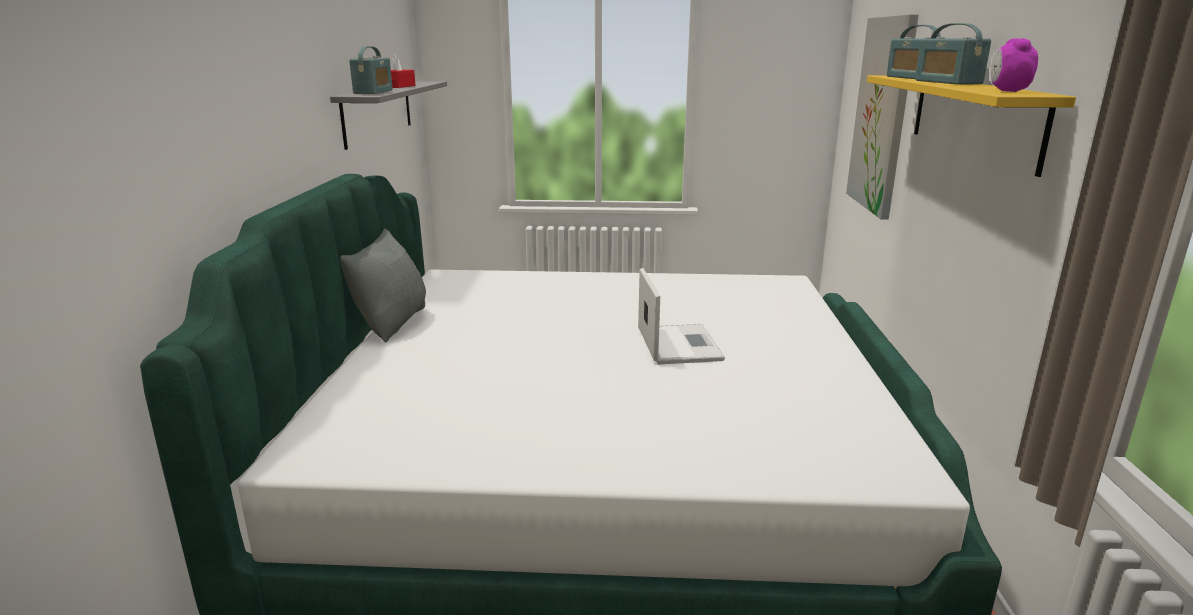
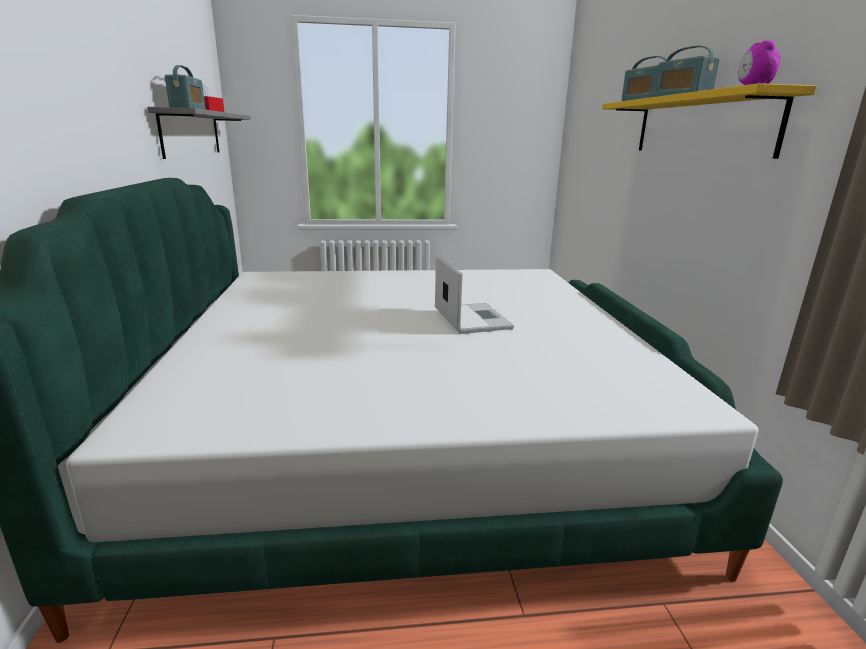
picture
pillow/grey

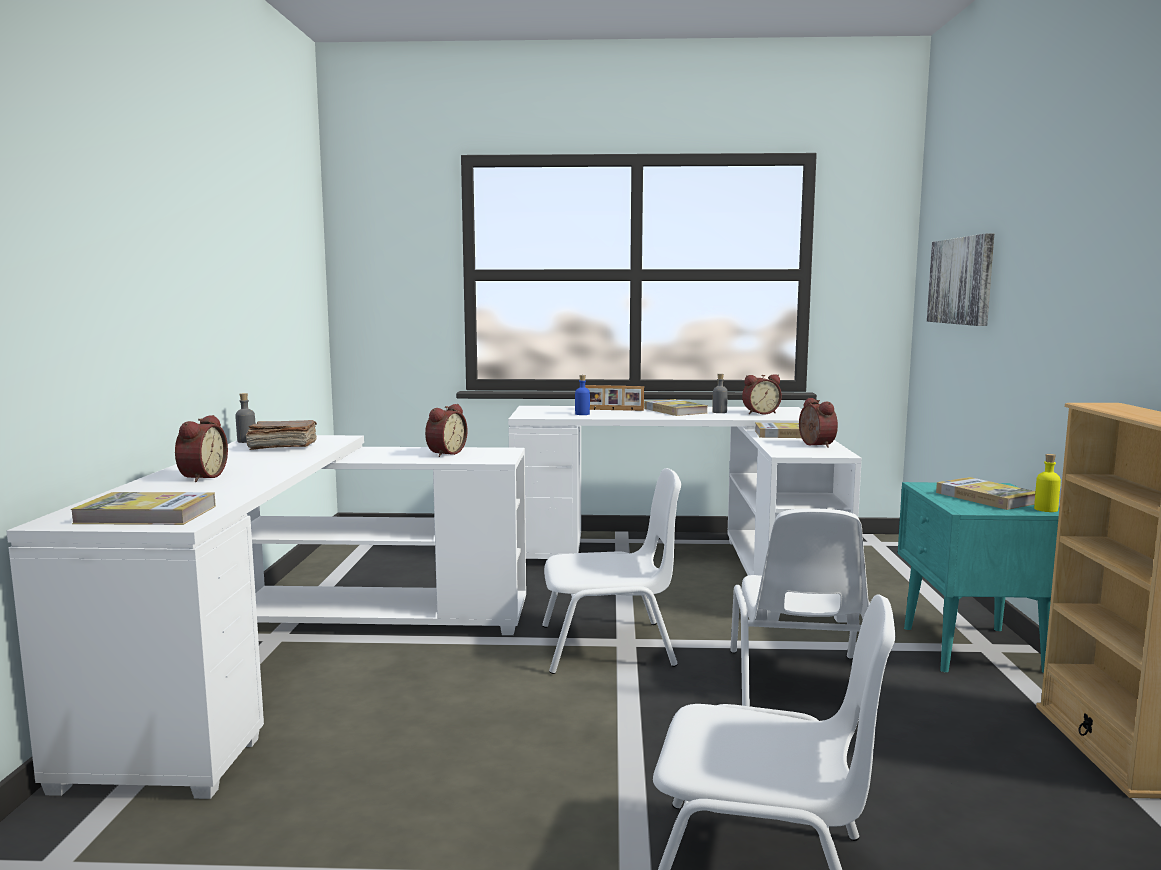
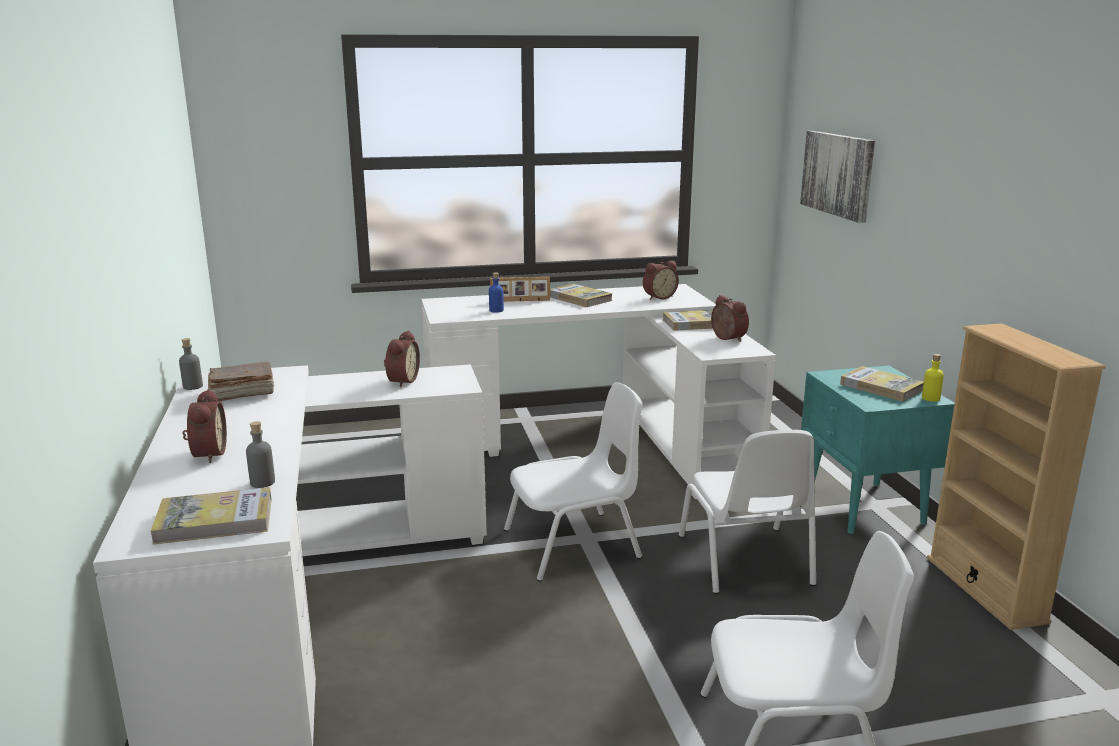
bottle/grey (no. 2 from left)

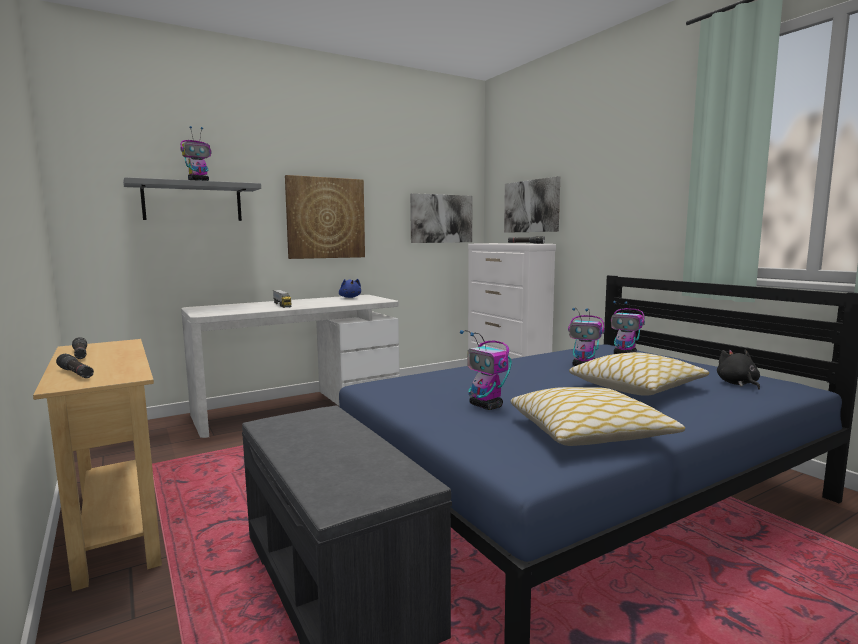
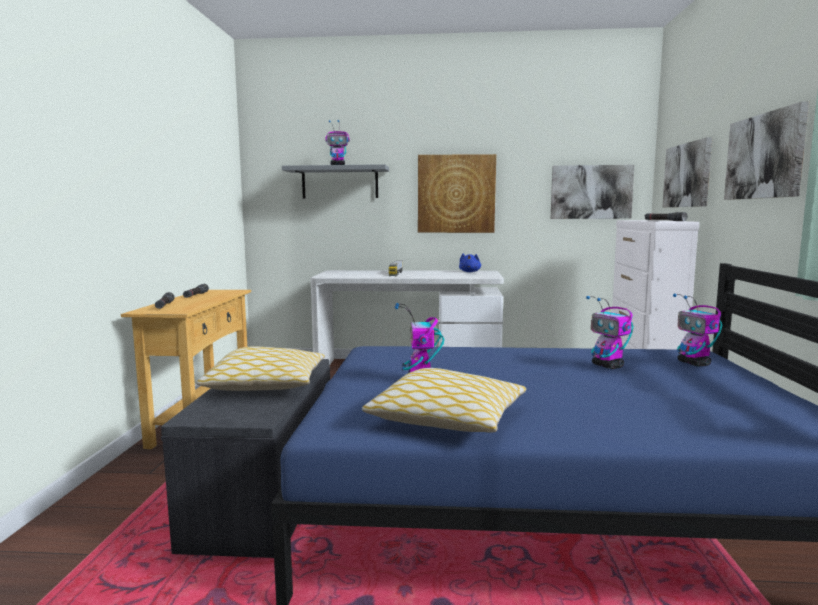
plush toy/black
pillow (no. 1 from left)
picture (no. 4 from left)

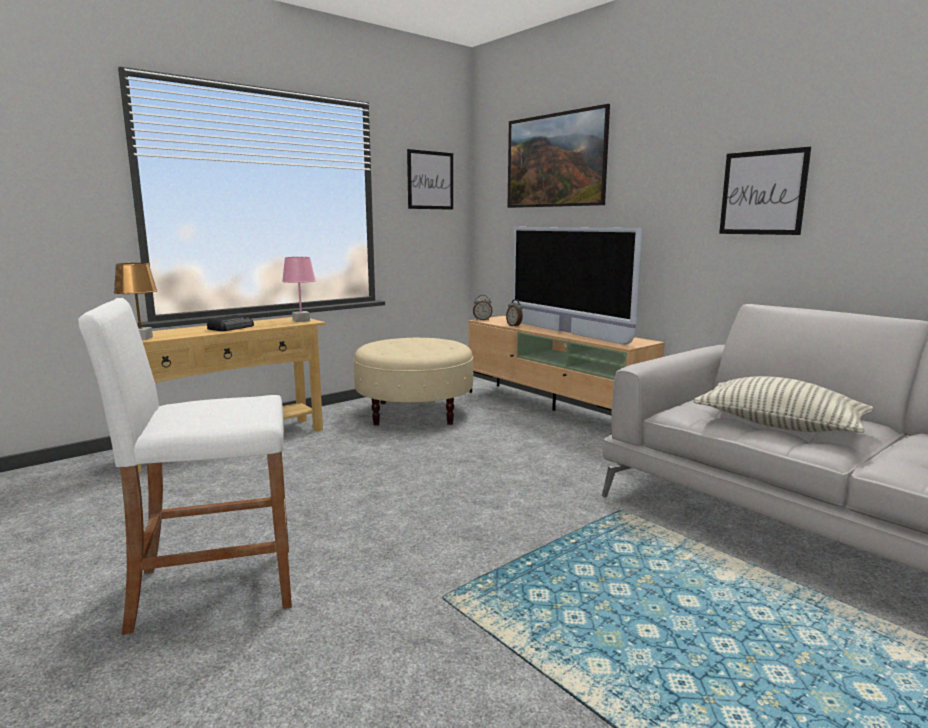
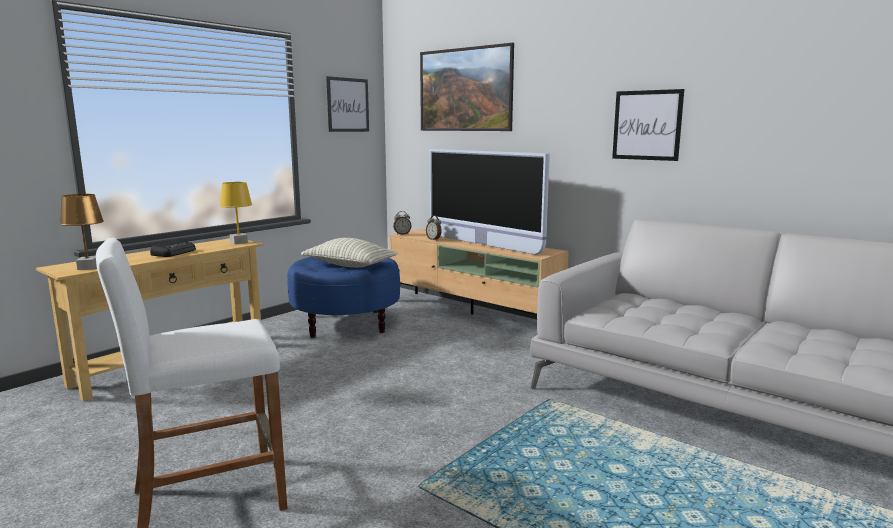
table lamp/yellow
ottoman/blue
pillow

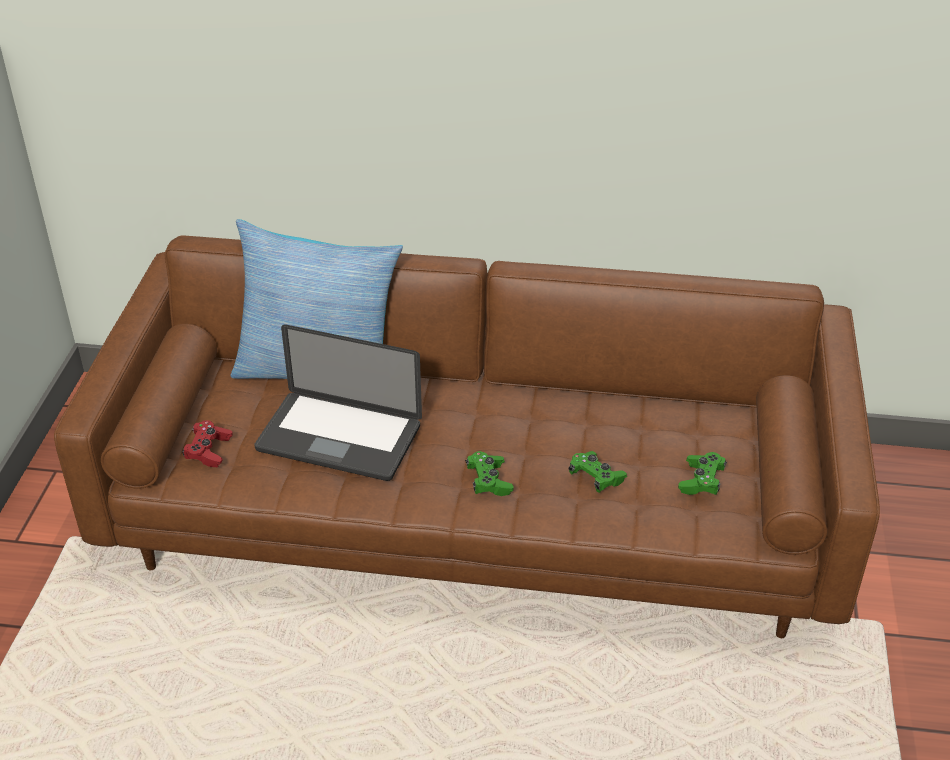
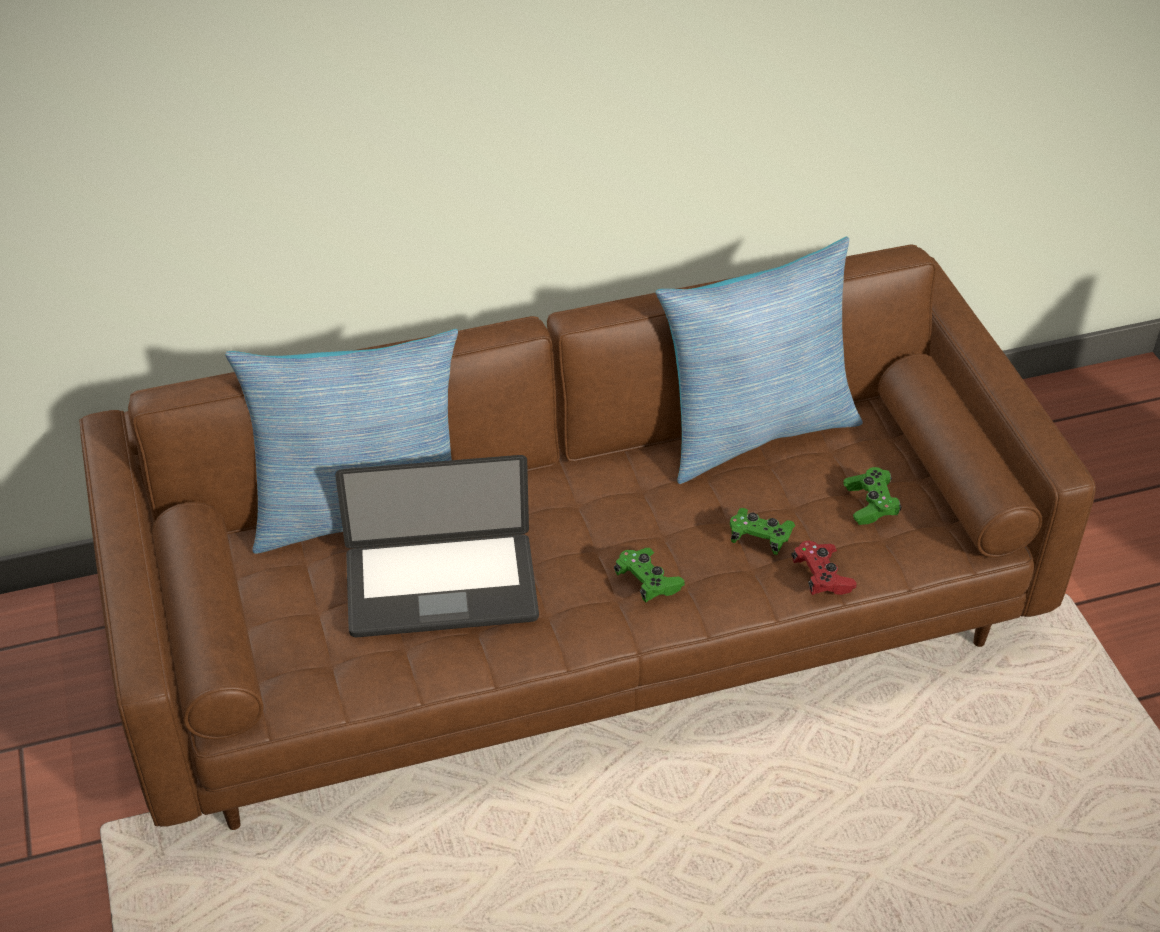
game controller/red
pillow (no. 2 from left)

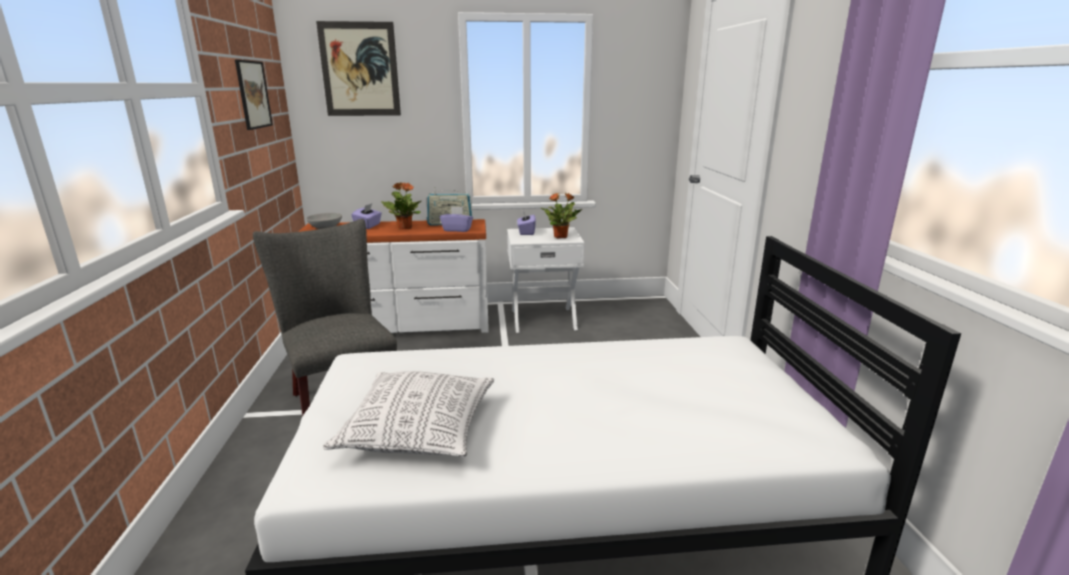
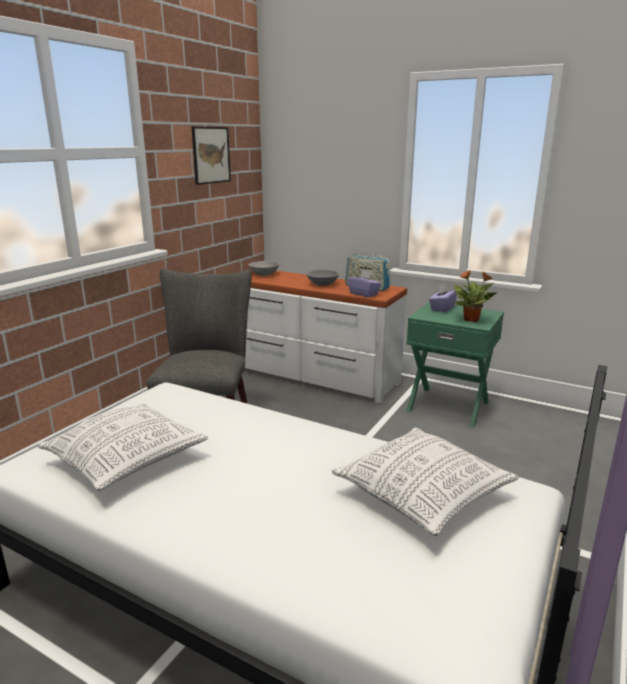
picture (no. 2 from left in the first image)
bowl/grey (no. 2 from left)
tissue box/purple (no. 1 from left in the first image)
nightstand/green
pillow (no. 2 from left)

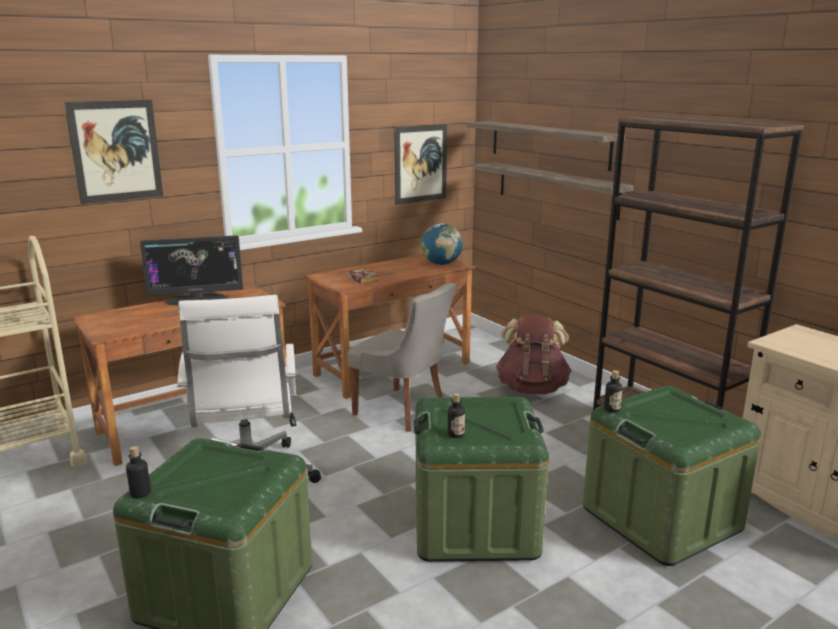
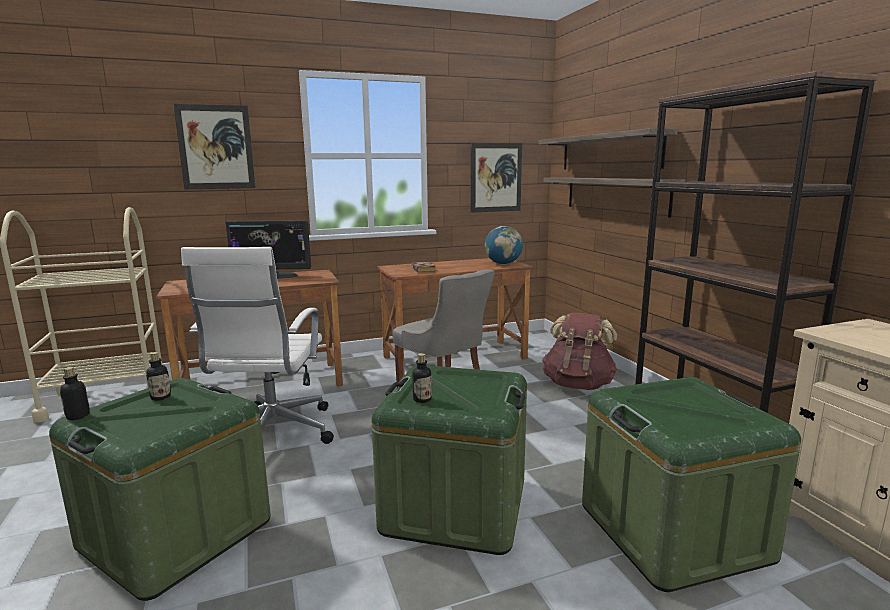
bottle (no. 2 from left)

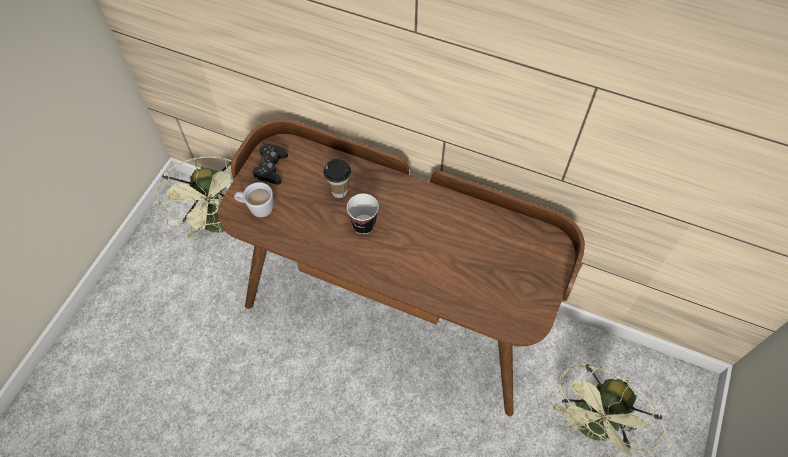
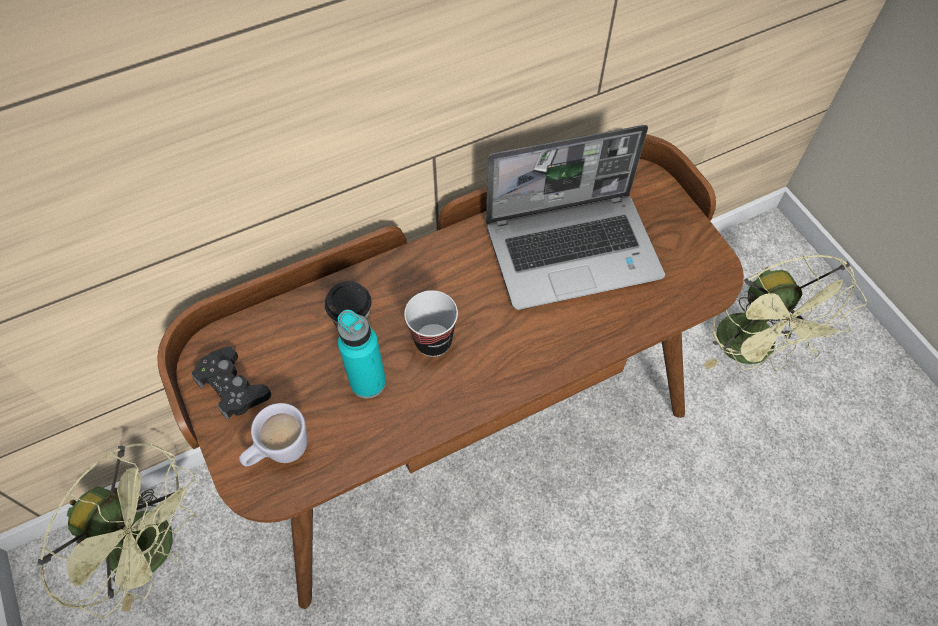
laptop
bottle/turquoise

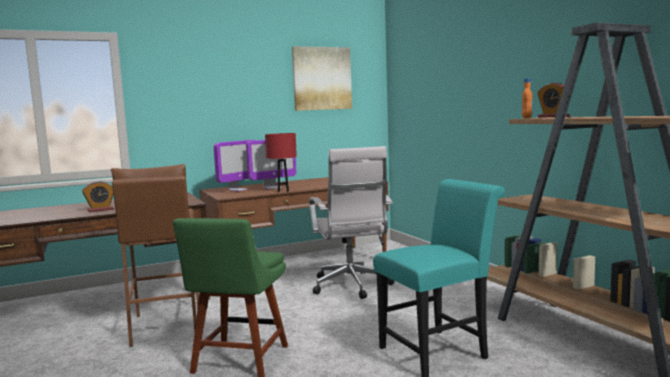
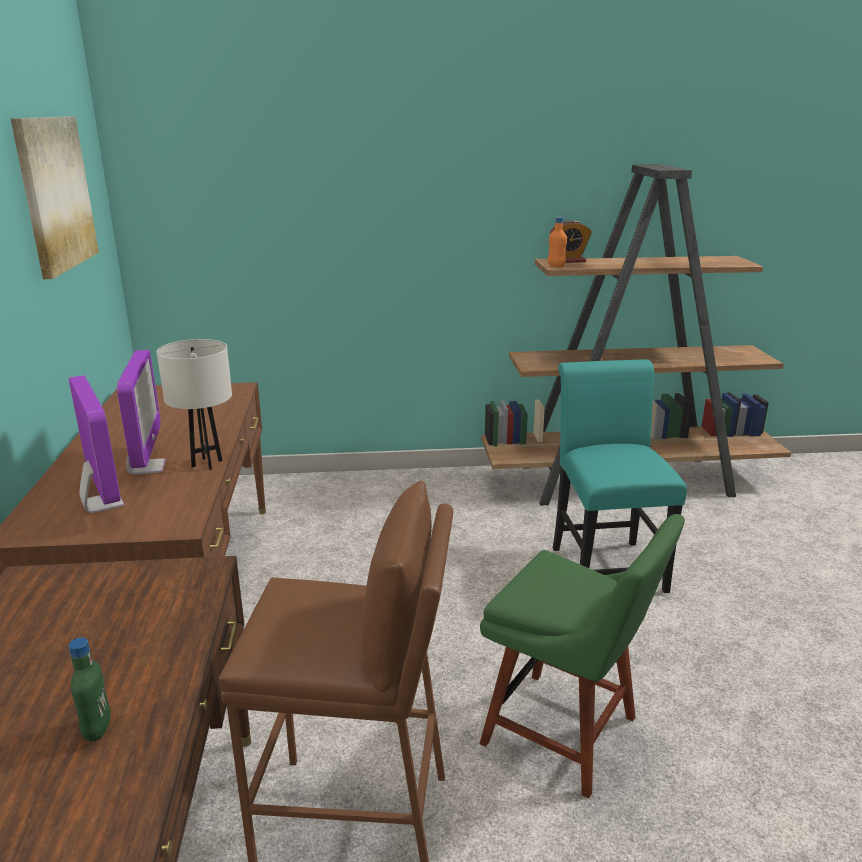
table lamp/white
office chair/white
bottle/green

